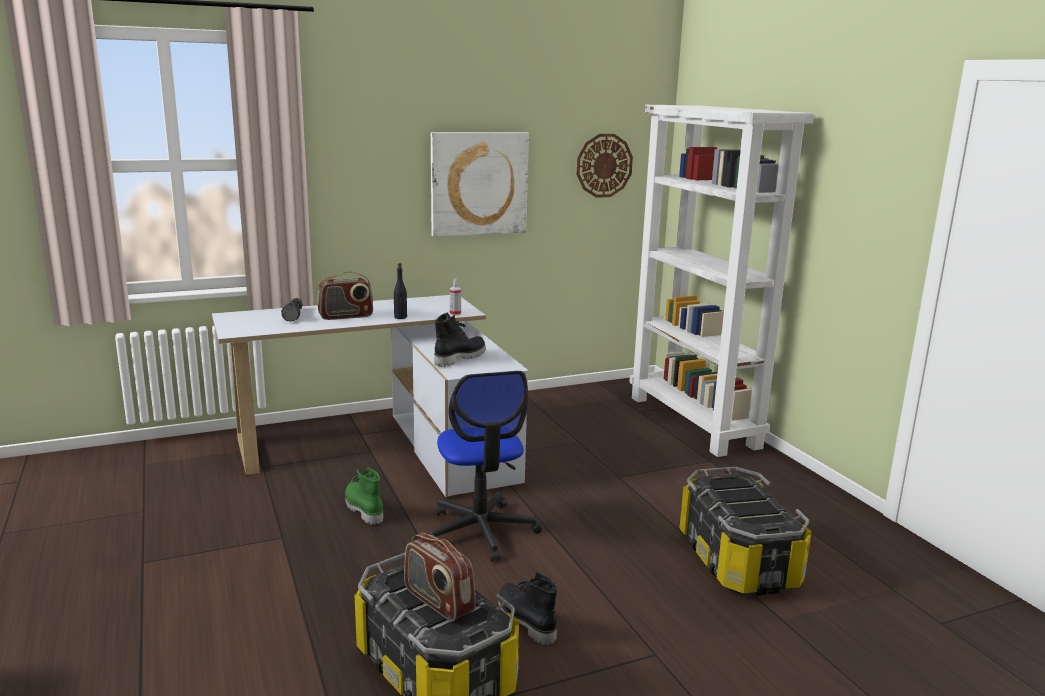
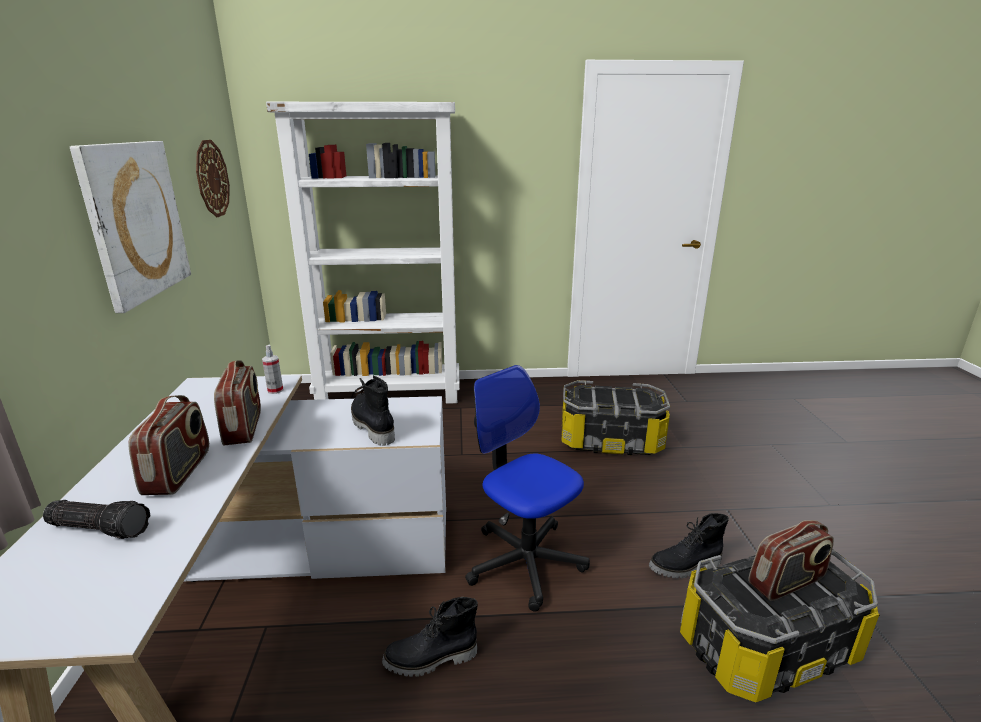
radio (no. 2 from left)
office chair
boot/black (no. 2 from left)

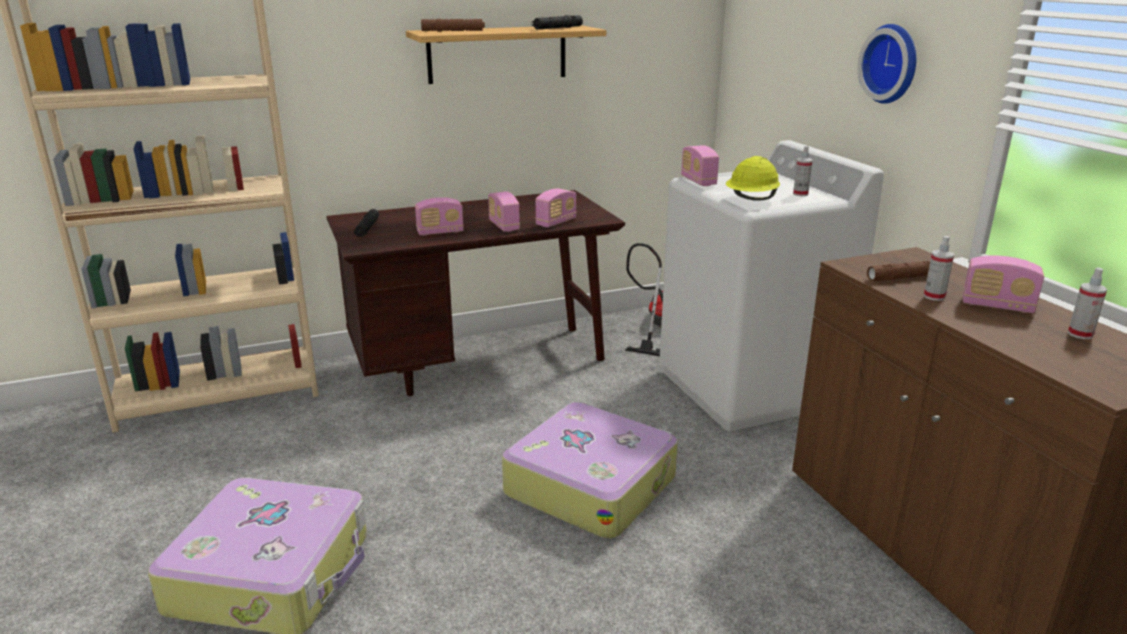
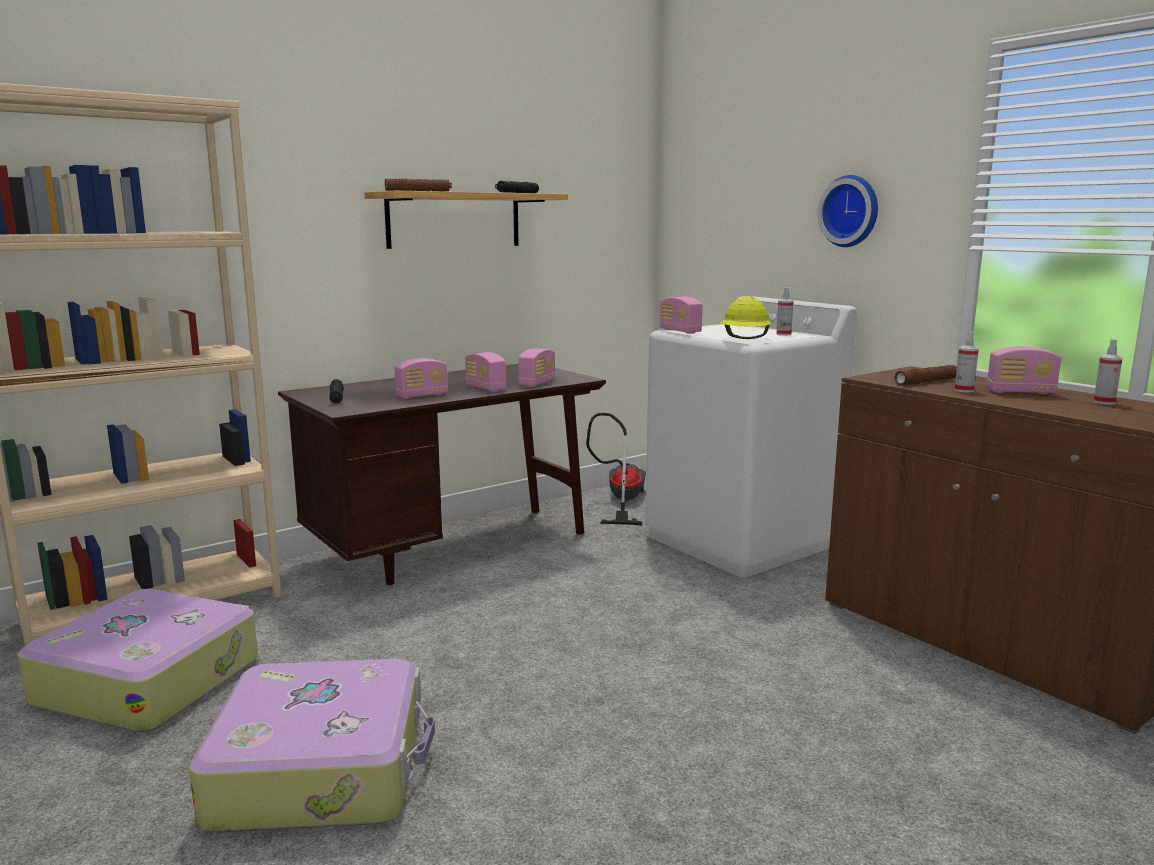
suitcase (no. 1 from left)

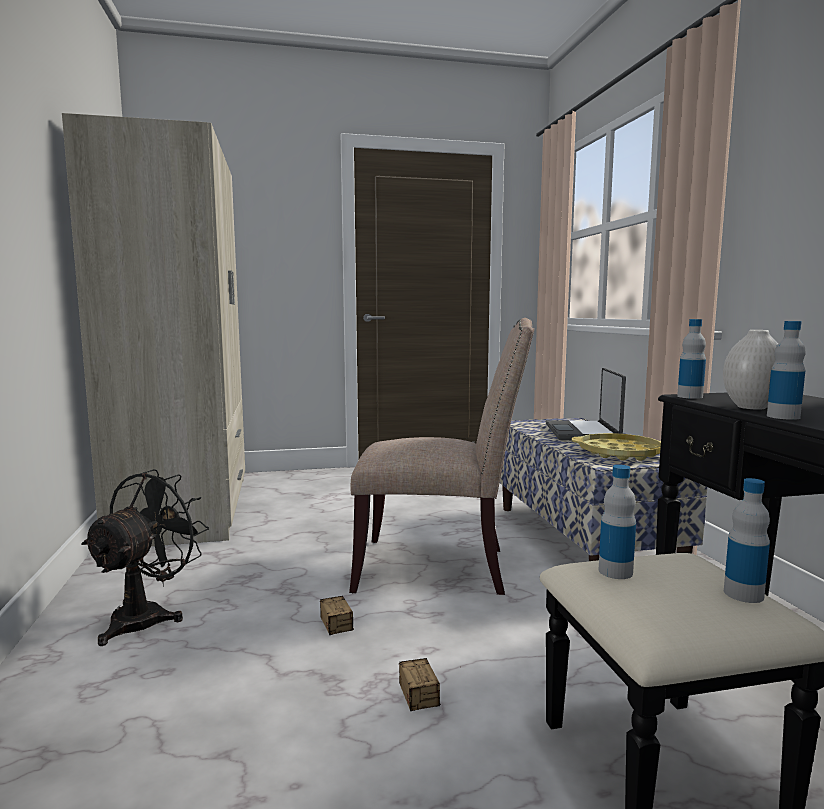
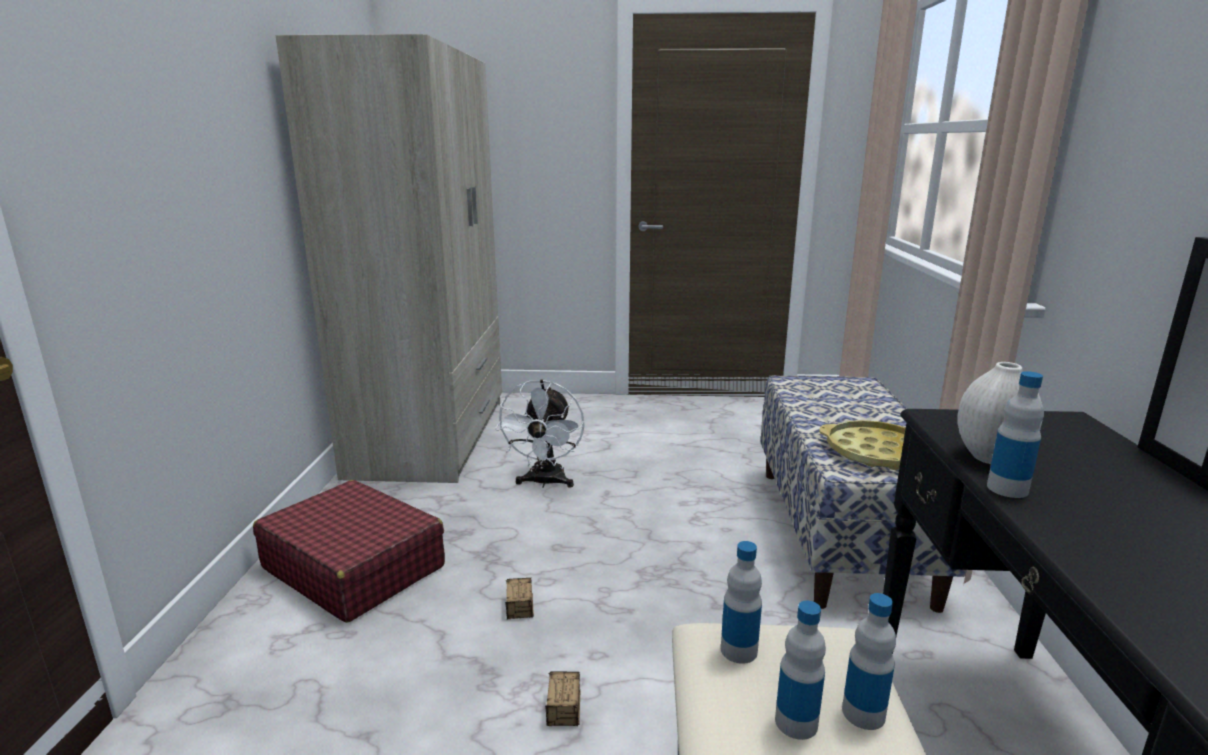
chair/beige
bottle (no. 2 from left)
laptop
suitcase/red
fan/white

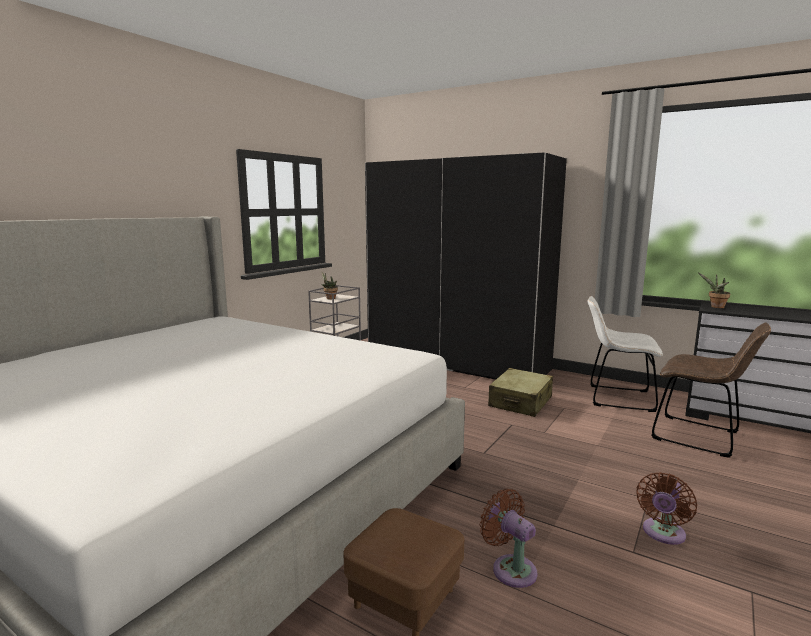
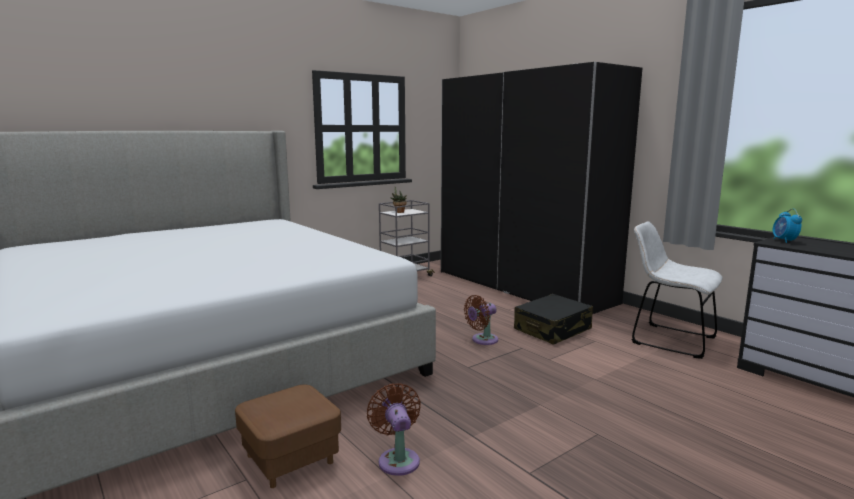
alarm clock
chair/brown
suitcase/black
fan/brown (no. 2 from left)

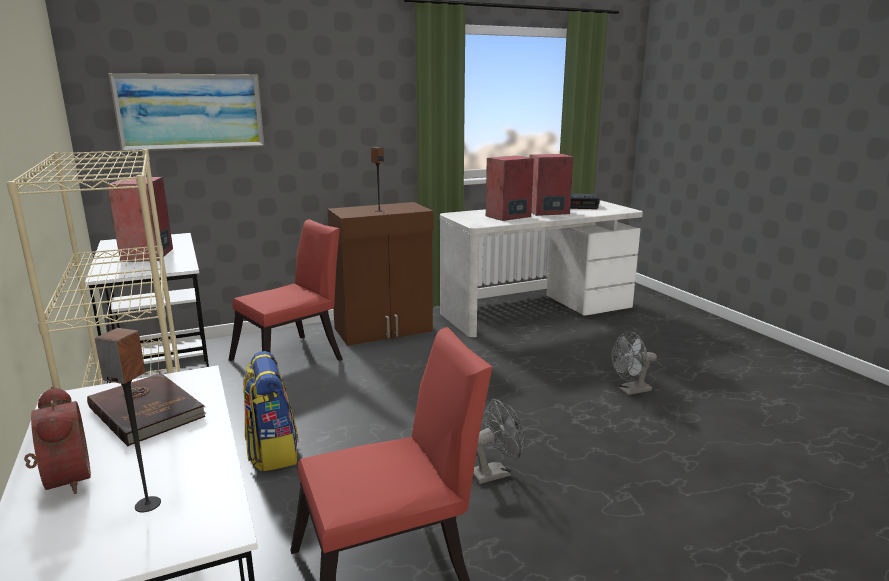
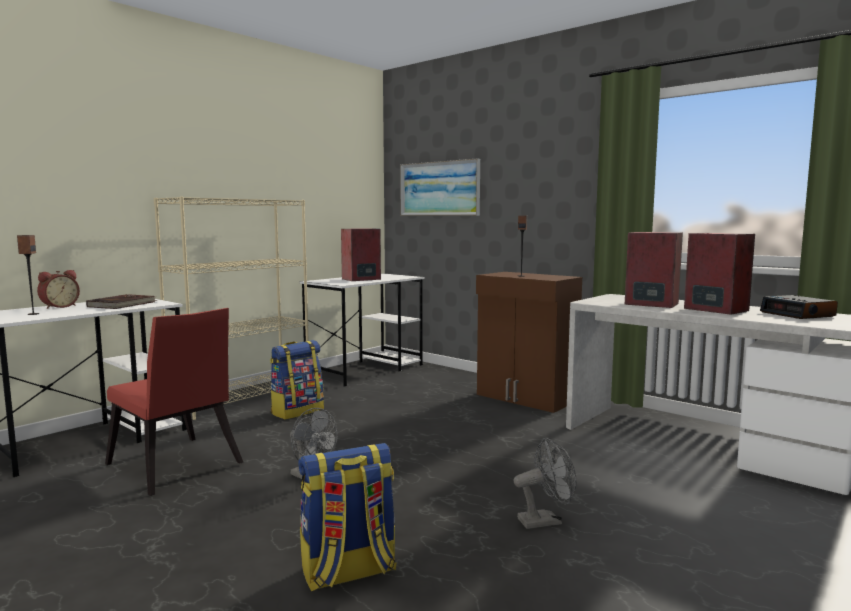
chair/red (no. 1 from left in the first image)
fan/grey (no. 2 from left)
backpack (no. 2 from left)

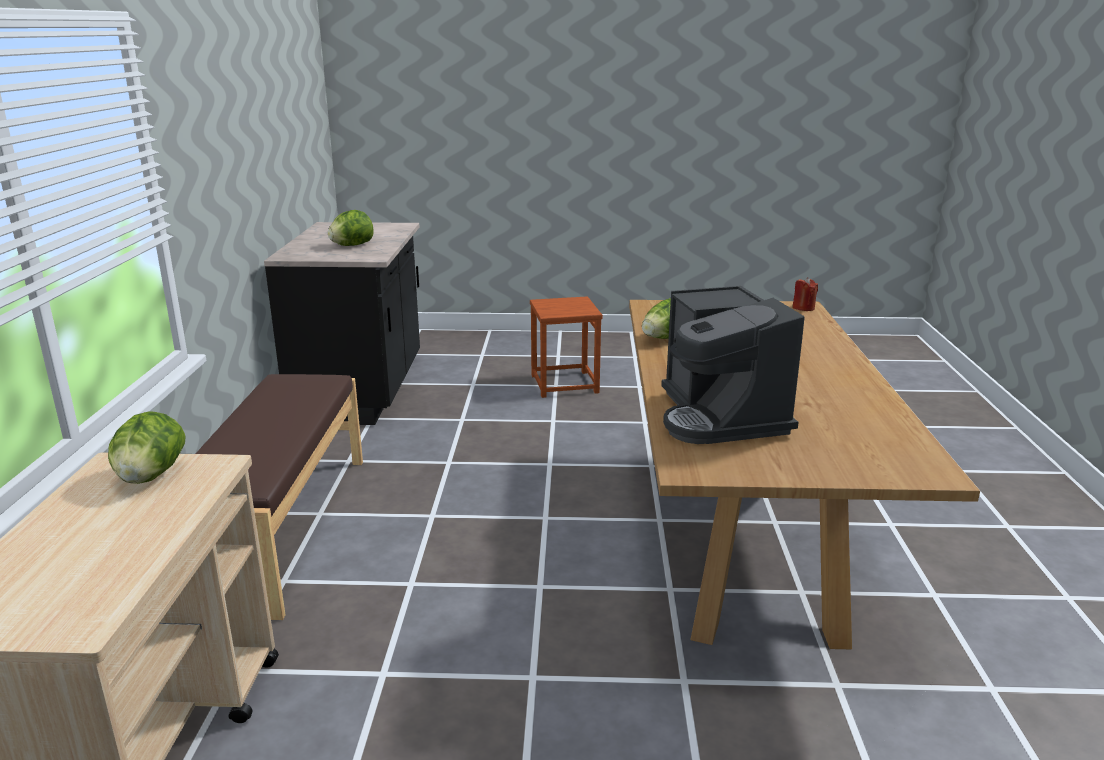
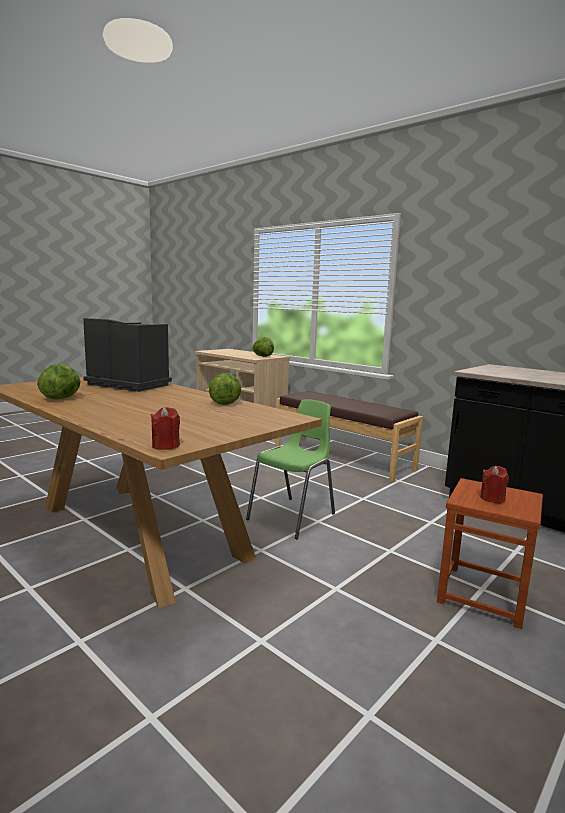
lettuce (no. 1 from left)
chair/green
candle/red (no. 2 from left)

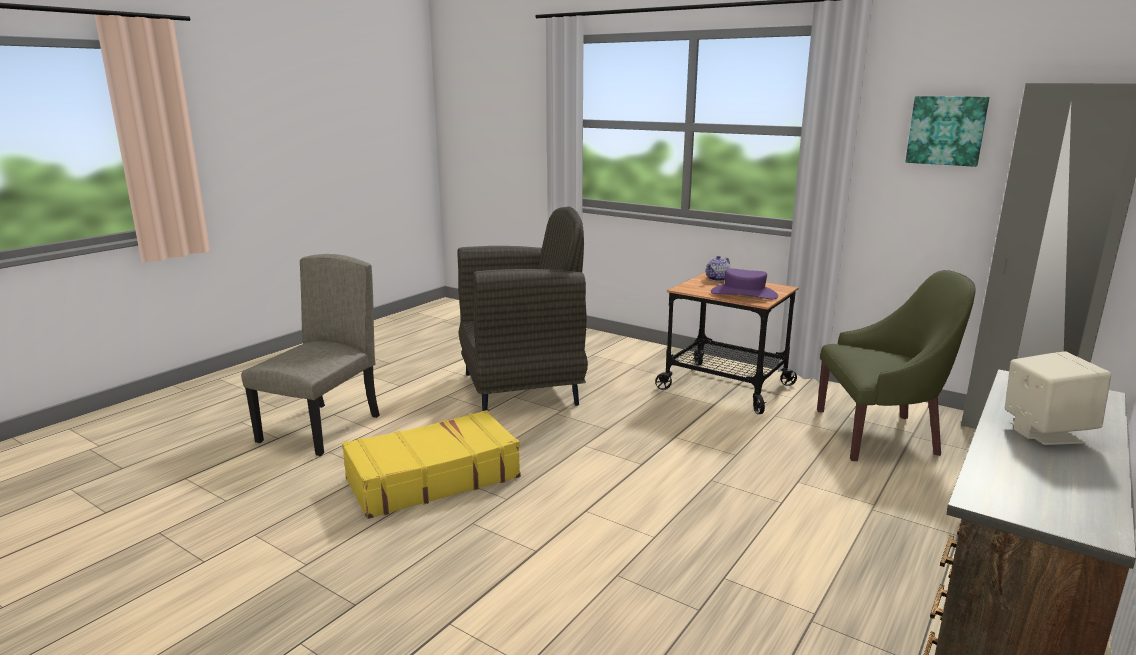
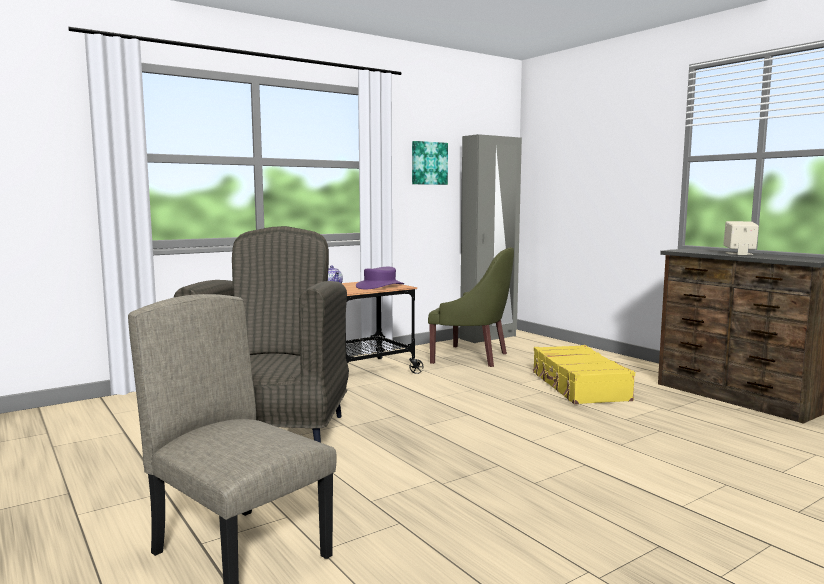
armchair/green
suitcase/yellow

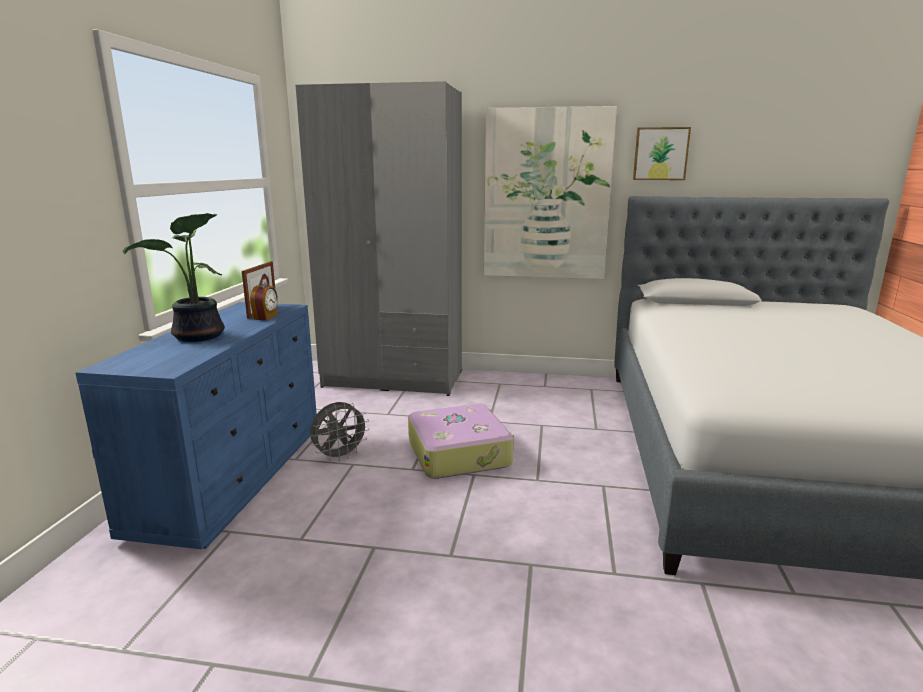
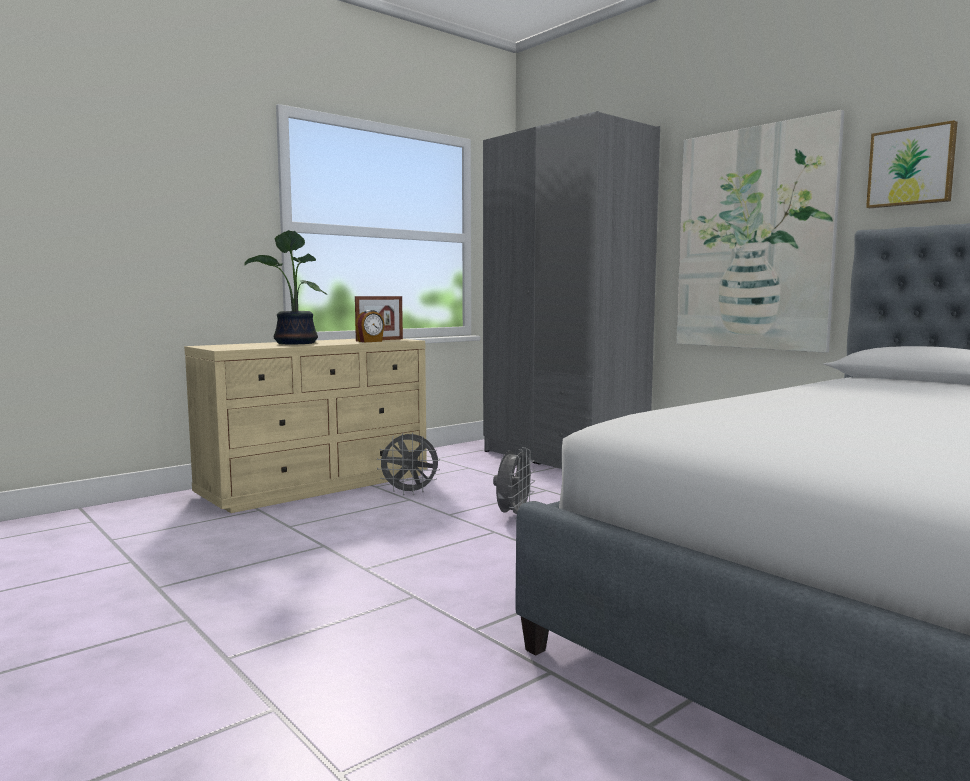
dresser/beige
fan/grey (no. 2 from left)

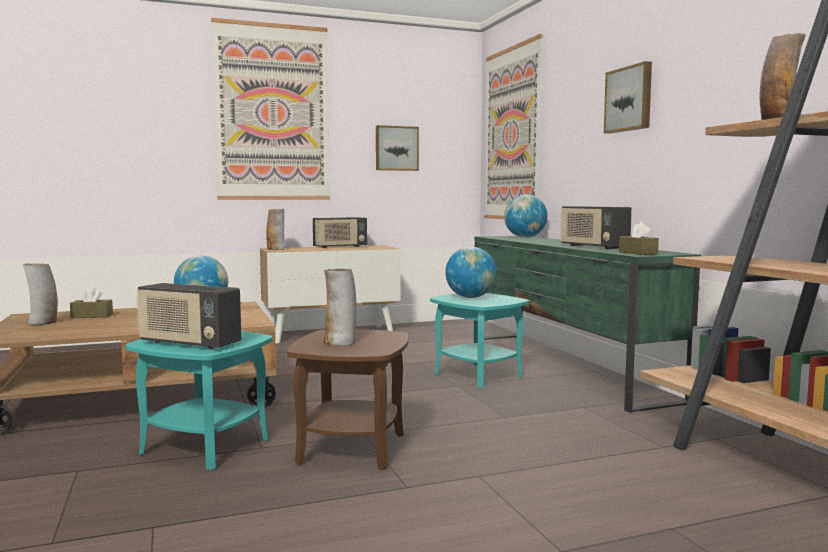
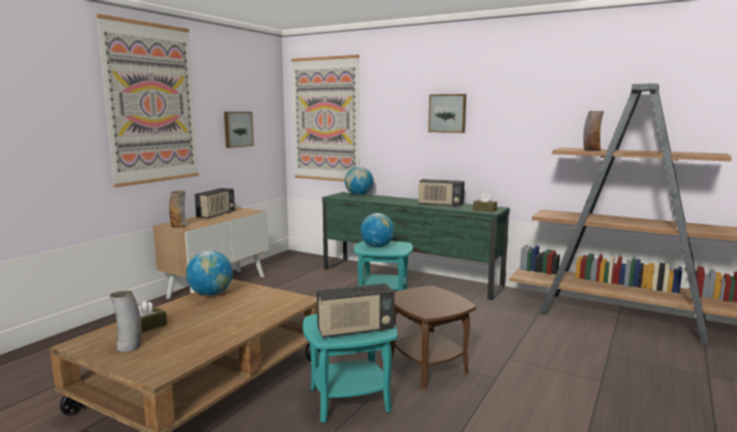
vase (no. 3 from left in the first image)

